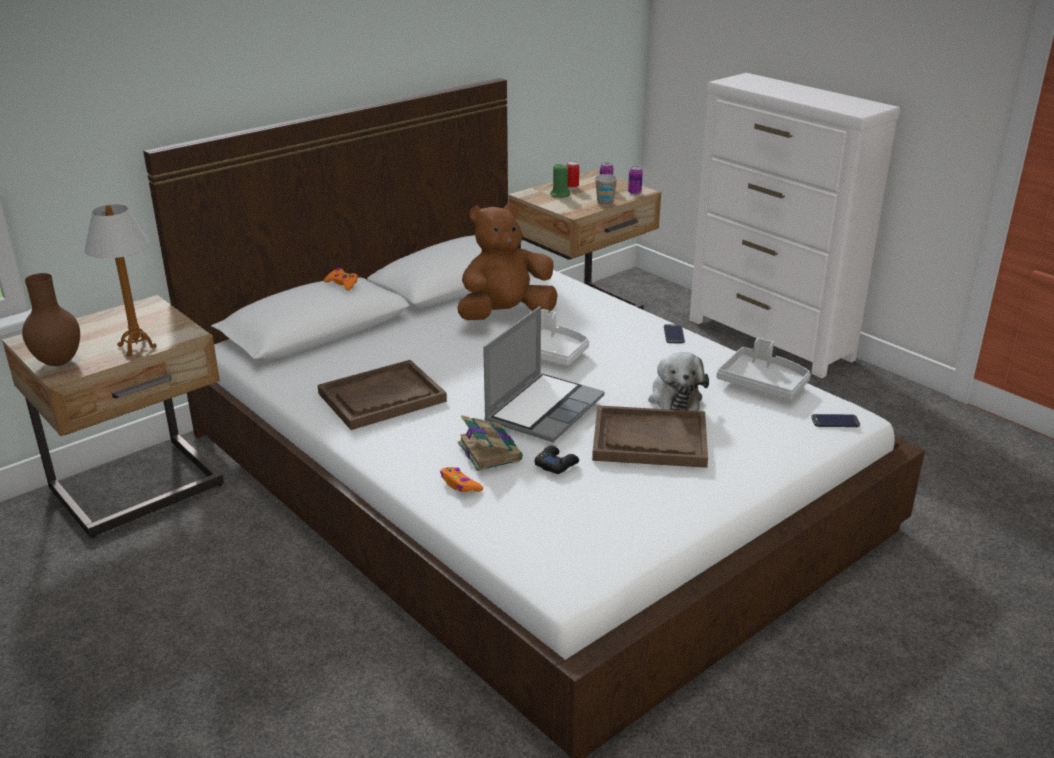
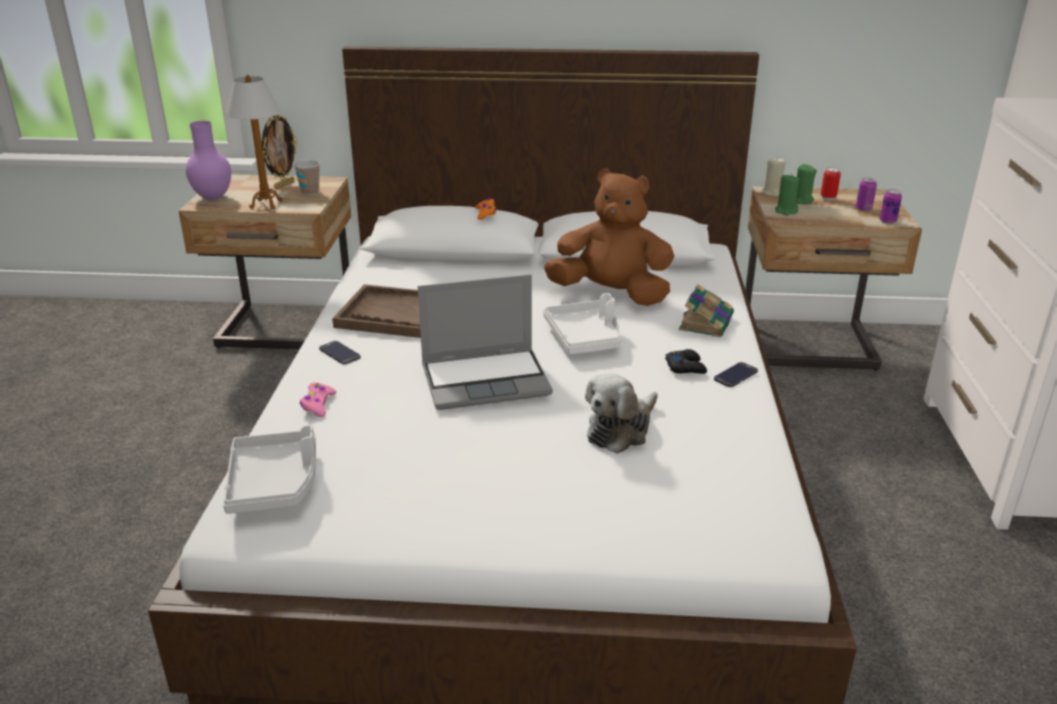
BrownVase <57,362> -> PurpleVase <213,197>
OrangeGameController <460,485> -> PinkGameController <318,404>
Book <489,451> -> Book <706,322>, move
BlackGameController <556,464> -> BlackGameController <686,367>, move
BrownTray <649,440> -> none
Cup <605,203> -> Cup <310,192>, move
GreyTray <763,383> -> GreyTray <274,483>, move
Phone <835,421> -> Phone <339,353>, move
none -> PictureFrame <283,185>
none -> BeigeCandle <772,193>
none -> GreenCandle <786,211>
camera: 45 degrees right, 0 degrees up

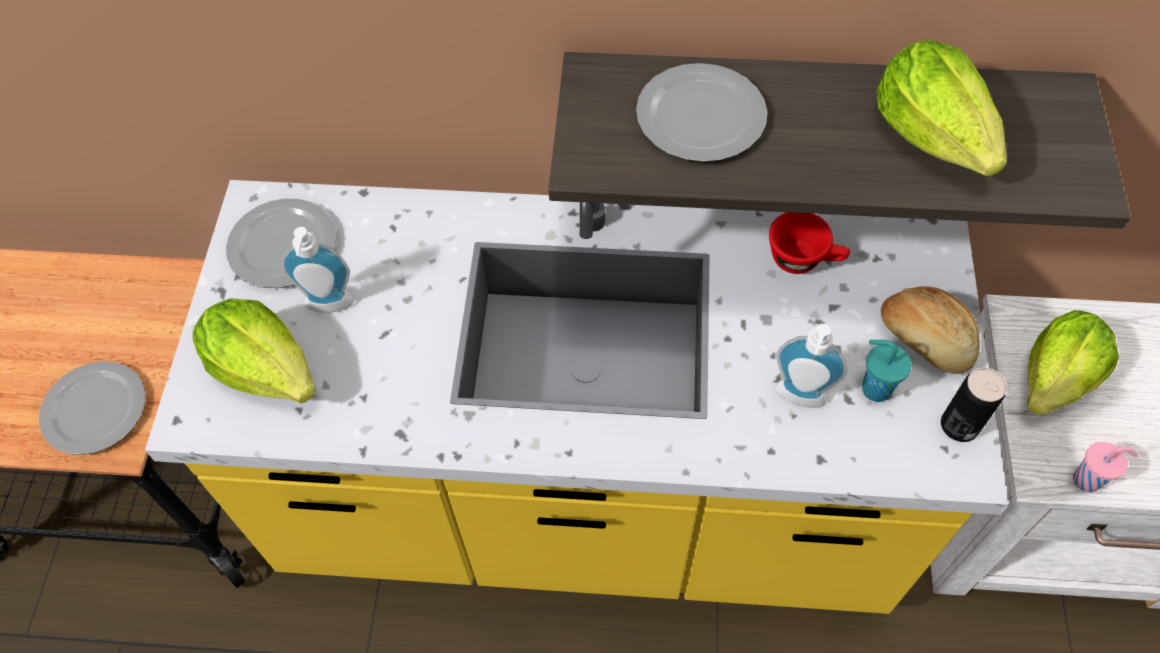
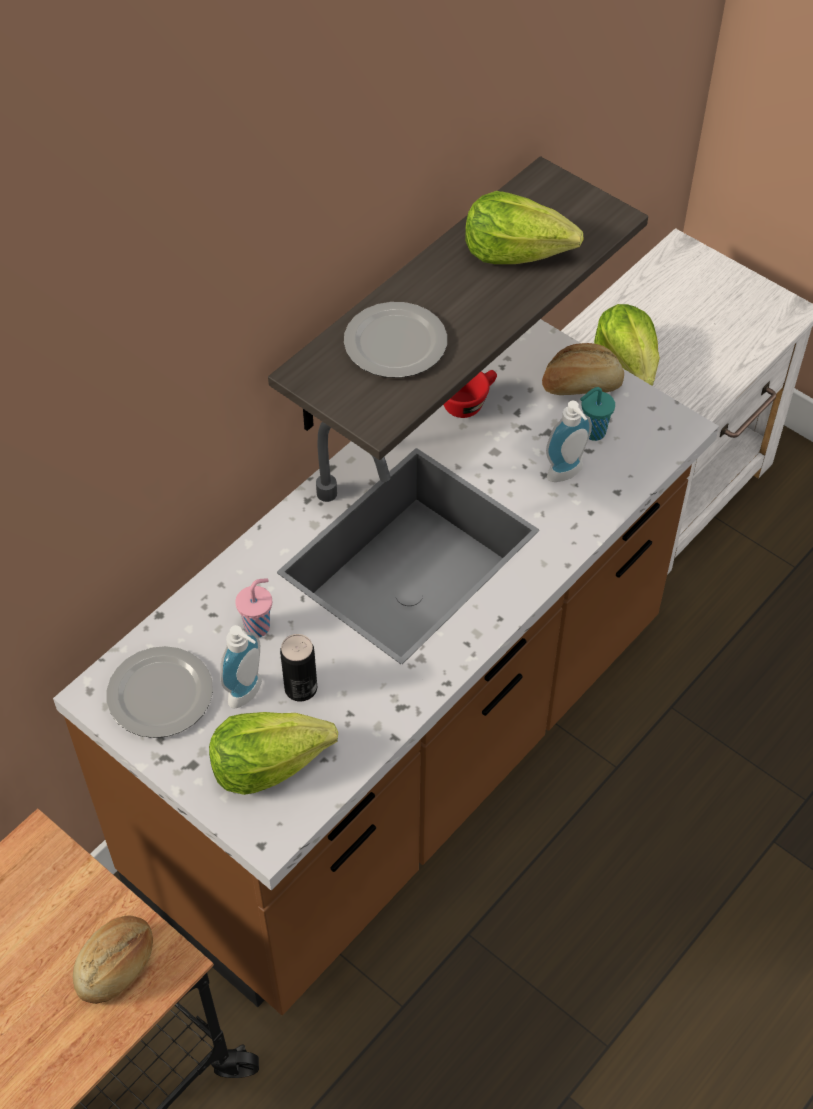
Plate <97,408> -> Bread <117,966>
YellowCounter <586,507> -> BrownCounter <406,760>
Can <959,425> -> Can <301,688>, move
PinkCup <1088,480> -> PinkCup <258,626>, move
camera: 55 degrees left, 5 degrees down

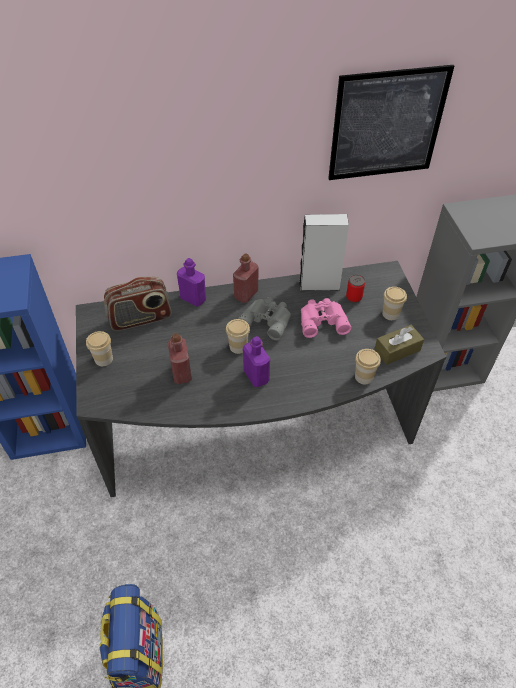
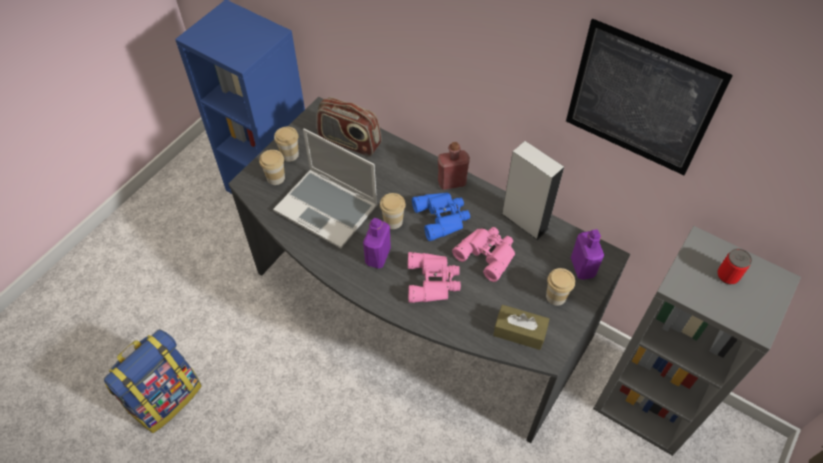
RedBottle <181,373> -> Laptop <328,209>
PurpleBottle <193,299> -> PurpleBottle <582,267>, move
GreyBinoculars <267,319> -> BlueBinoculars <442,217>
Can <354,297> -> Can <727,275>, move
Cup <364,377> -> Cup <276,178>, move
none -> PinkBinoculars <433,281>
camera: 45 degrees right, 5 degrees up

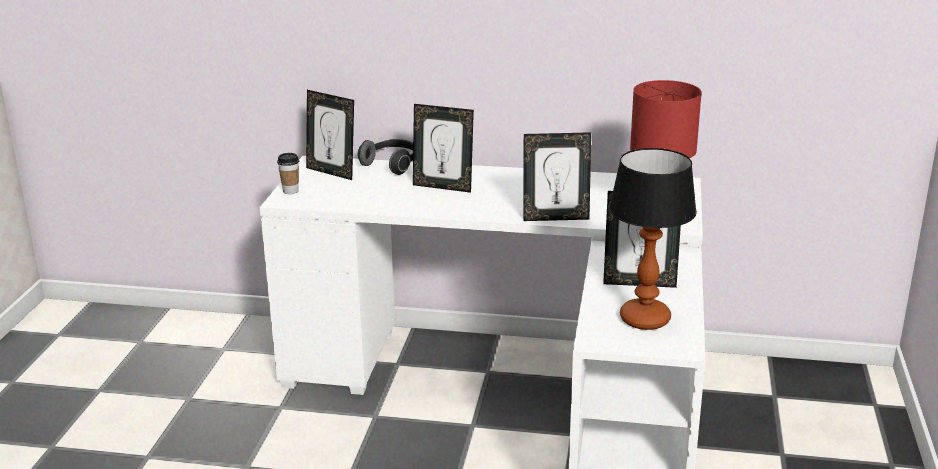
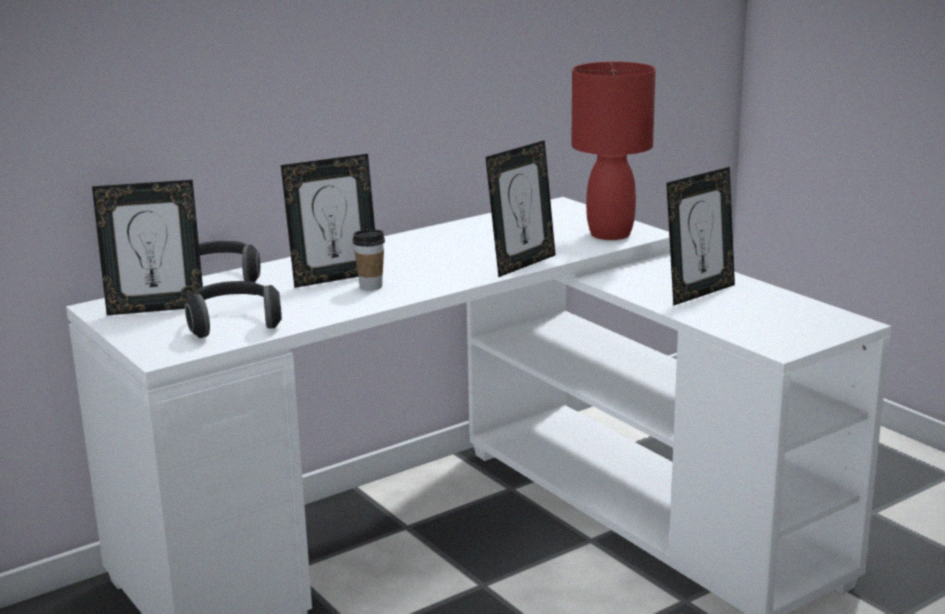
Cup <290,191> -> Cup <371,286>, move
TableLamp <644,318> -> none
none -> Headphones <233,324>
camera: 45 degrees left, 5 degrees down

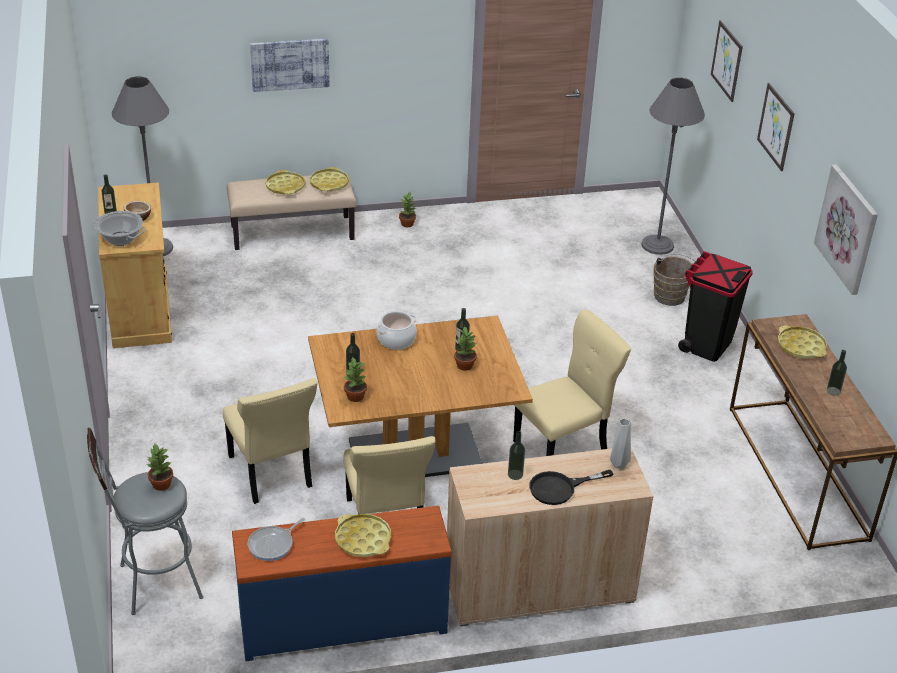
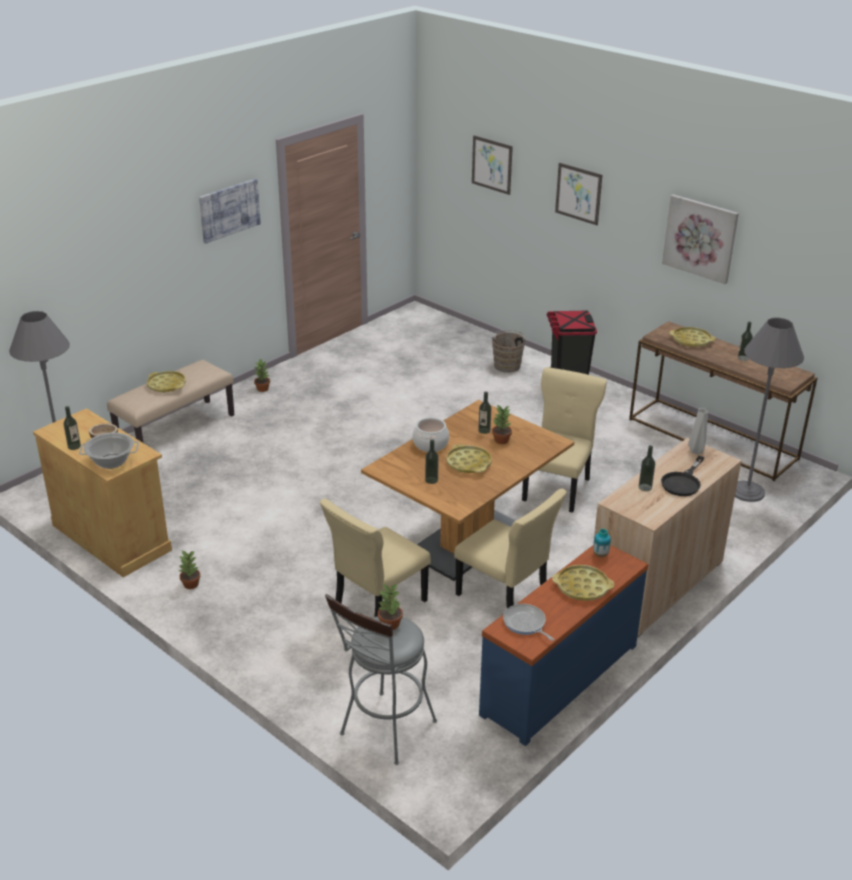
BeigeChair <271,474> -> BeigeChair <377,606>, 105 degrees clockwise
FryingPan <273,545> -> FryingPan <525,624>, 135 degrees clockwise
Picture <290,64> -> Picture <229,210>, move
YellowTray <329,183> -> YellowTray <468,463>, move
PottedPlant <355,397> -> PottedPlant <191,584>, move
GreyFloorLamp <657,245> -> GreyFloorLamp <747,492>, move
none -> Vase <600,554>
camera: 35 degrees left, 5 degrees down

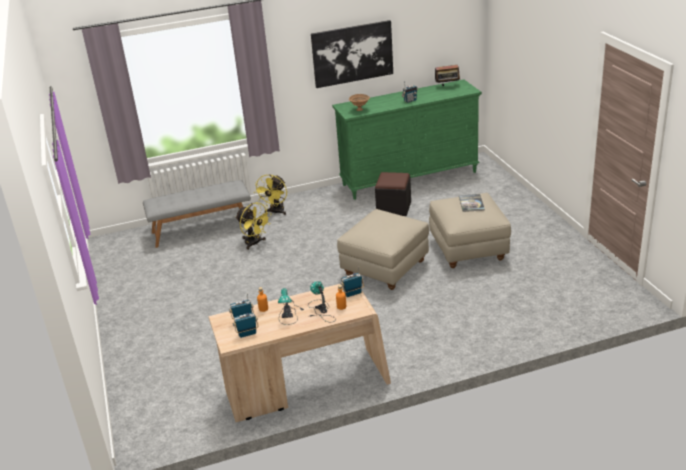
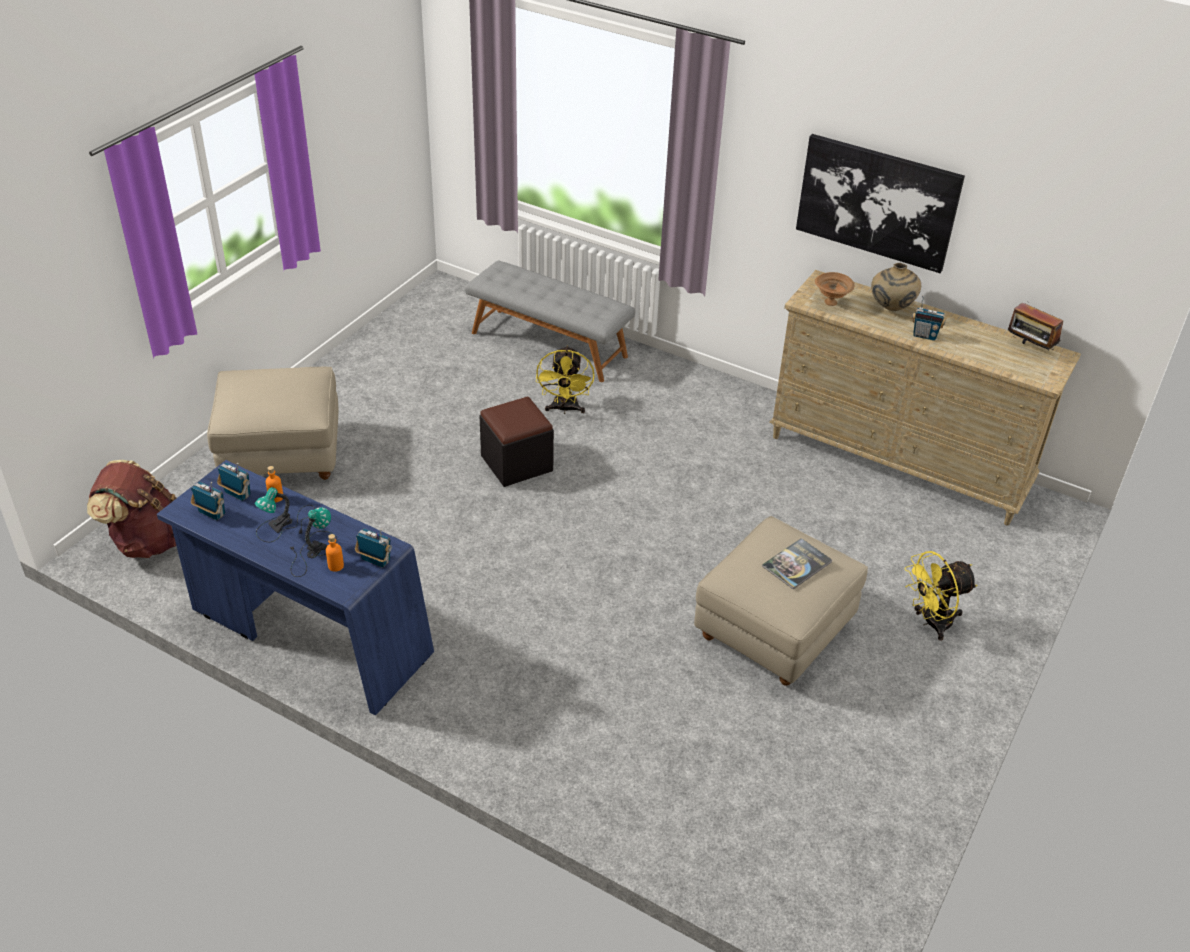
BeigeDesk <306,387> -> BlueDesk <307,634>
YellowFan <276,212> -> YellowFan <931,623>, move
GreenDresser <410,178> -> BeigeDresser <899,463>
BeigeOttoman <385,269> -> BeigeOttoman <281,455>, move
BlackOttoman <394,208> -> BlackOttoman <516,463>, move
none -> BrownBackpack <147,540>
none -> BeigeVase <890,309>
camera: 45 degrees right, 10 degrees up

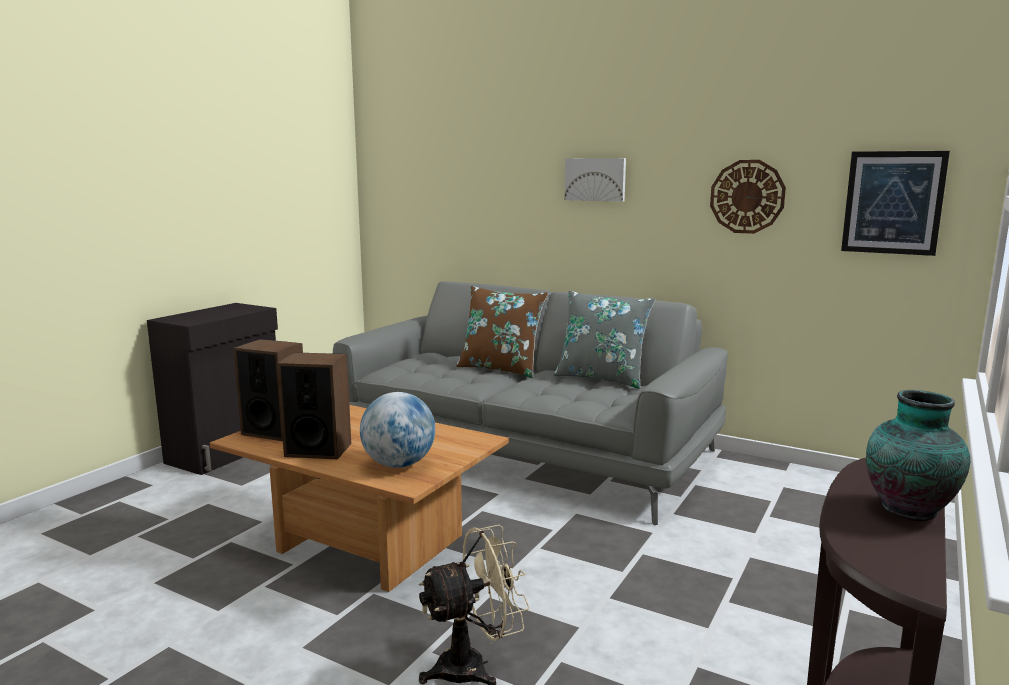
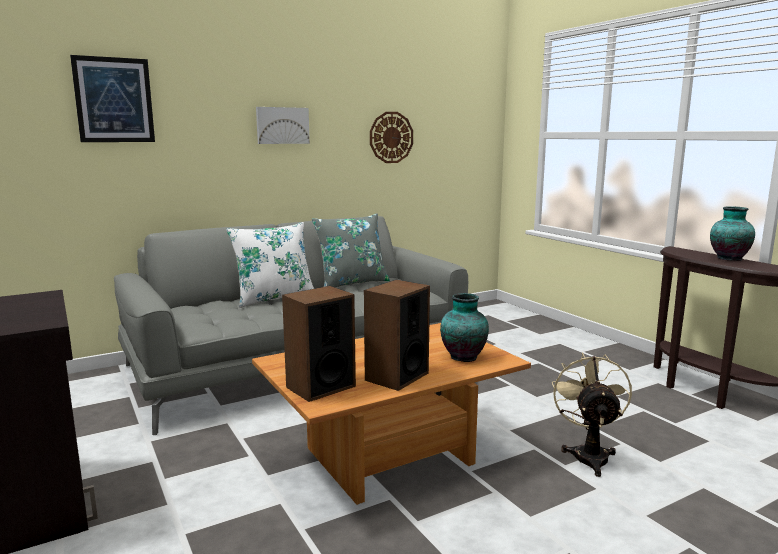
Globe <399,464> -> Vase <463,357>
BrownPillow <501,369> -> WhitePillow <274,298>
Picture <893,202> -> Picture <114,100>, move
camera: 60 degrees left, 0 degrees up

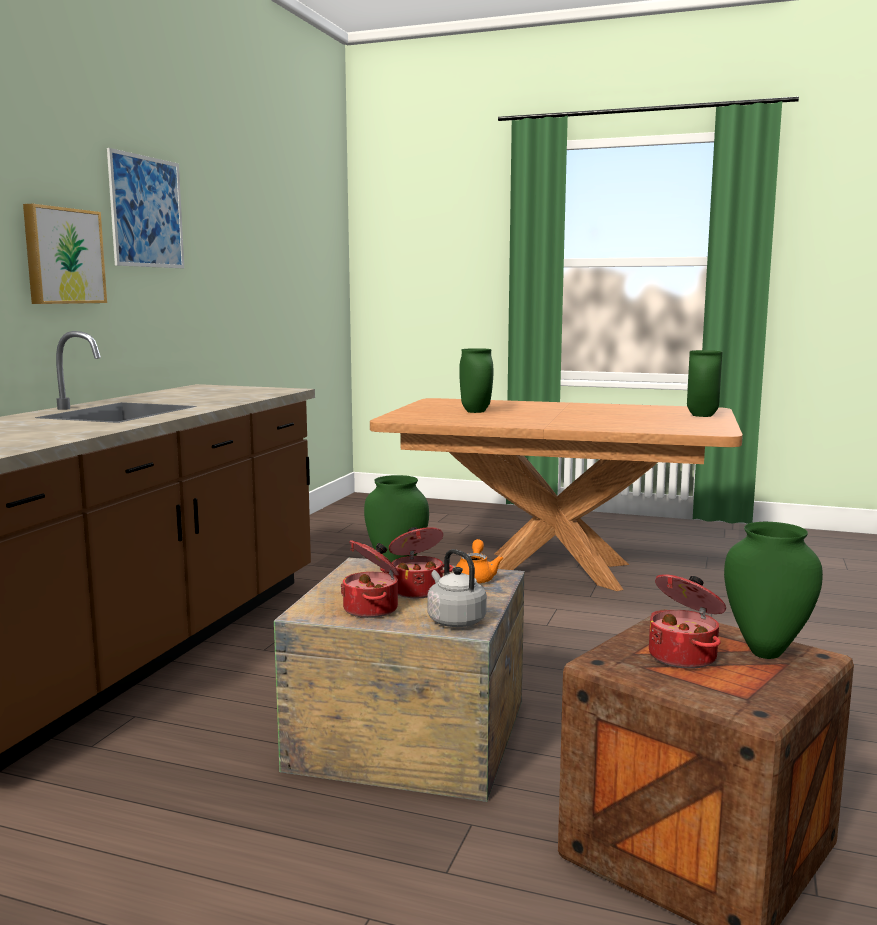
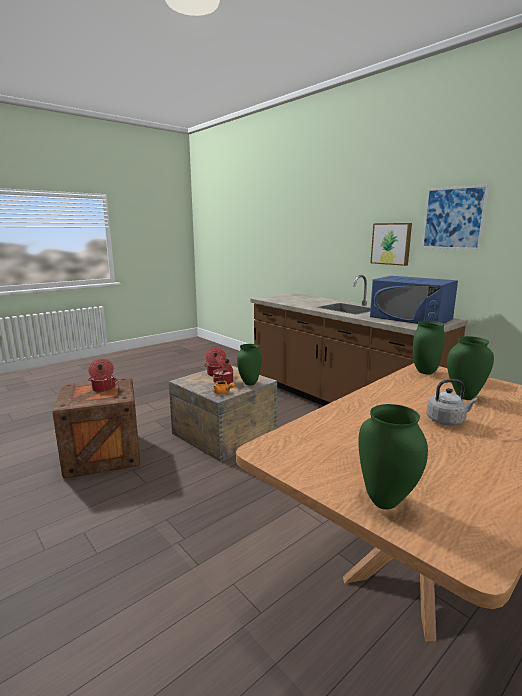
GreyKettle <454,620> -> GreyKettle <447,421>, move
GreenVase <766,651> -> GreenVase <425,372>, move
none -> BlueMicrowave <411,318>
camera: 120 degrees right, 5 degrees up

